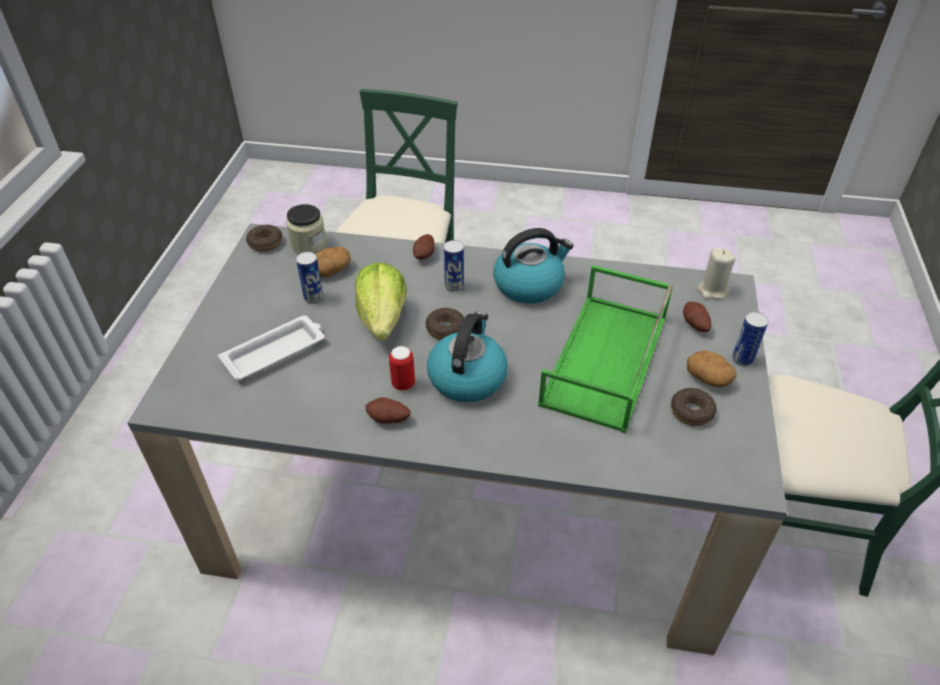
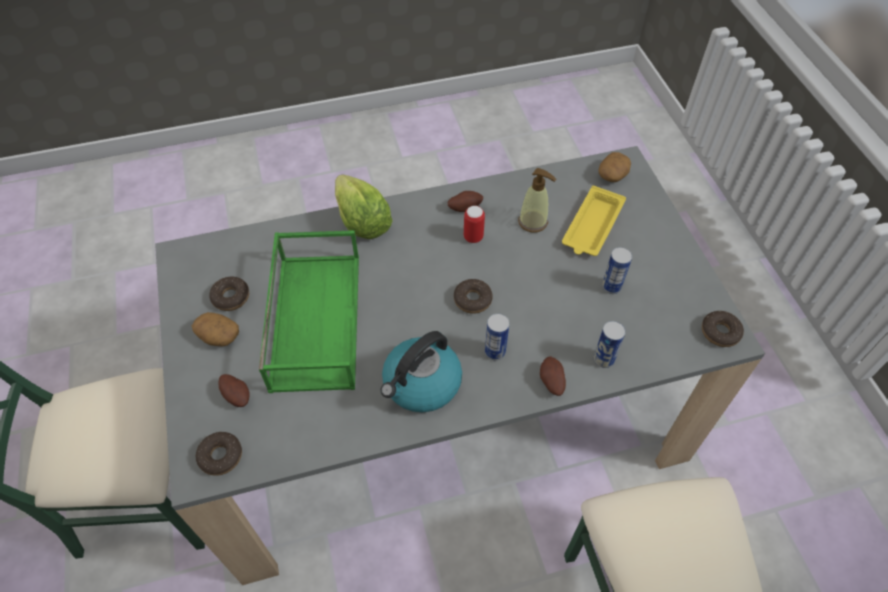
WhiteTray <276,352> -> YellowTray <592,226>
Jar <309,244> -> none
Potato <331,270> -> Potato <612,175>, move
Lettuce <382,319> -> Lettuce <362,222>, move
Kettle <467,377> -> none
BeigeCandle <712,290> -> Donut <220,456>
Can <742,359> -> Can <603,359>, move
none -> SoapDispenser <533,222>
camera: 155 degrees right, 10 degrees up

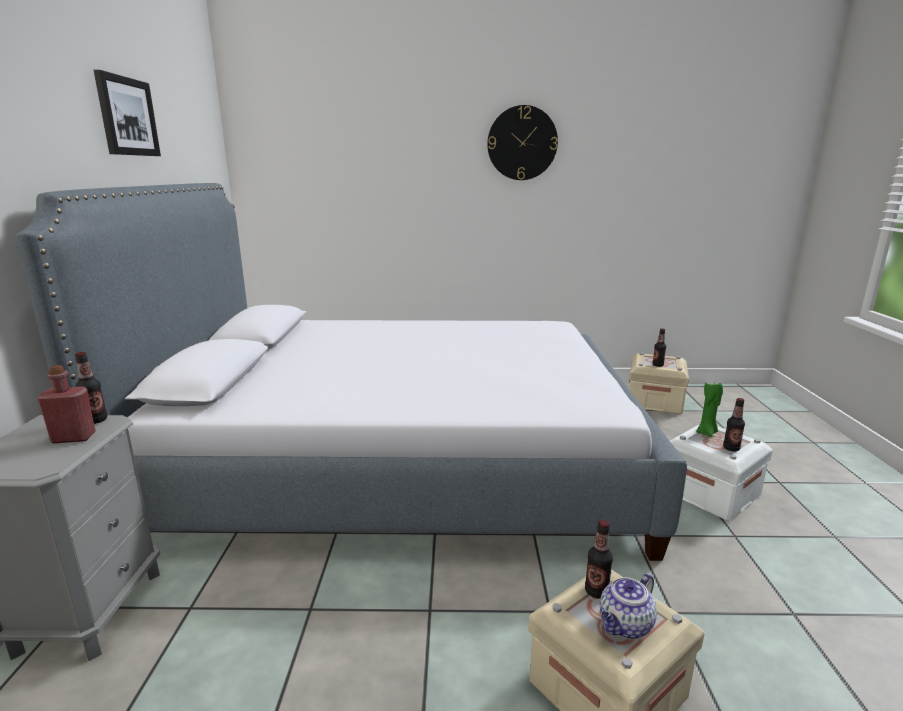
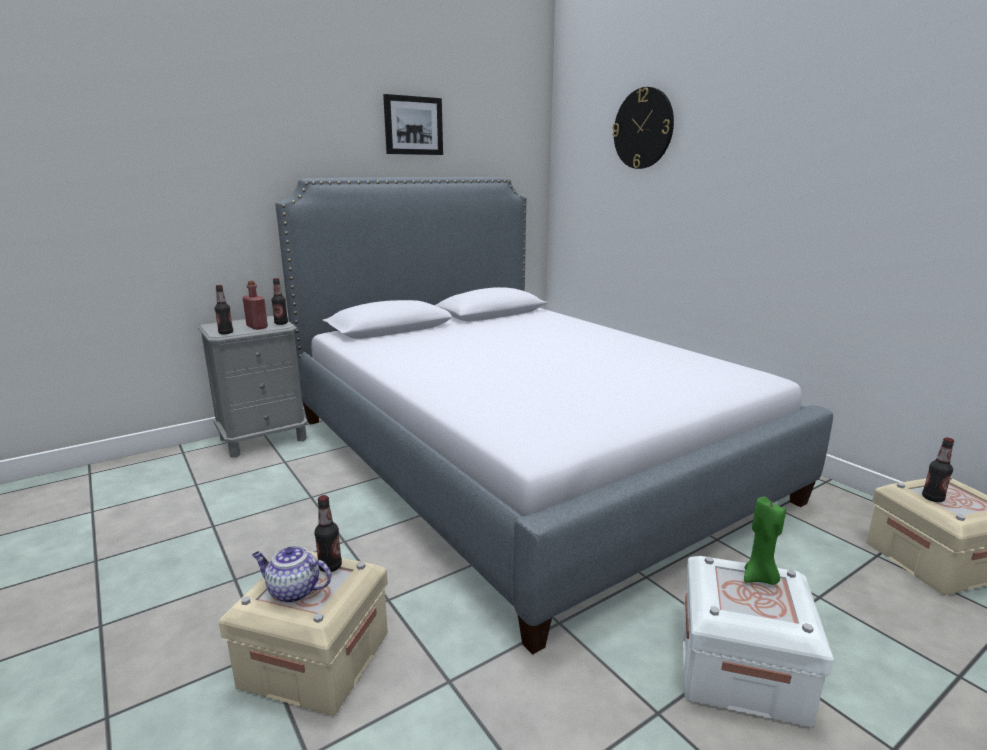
WallClock <522,143> -> WallClock <643,128>, move
Bottle <731,448> -> Bottle <226,333>, move
camera: 55 degrees right, 0 degrees up

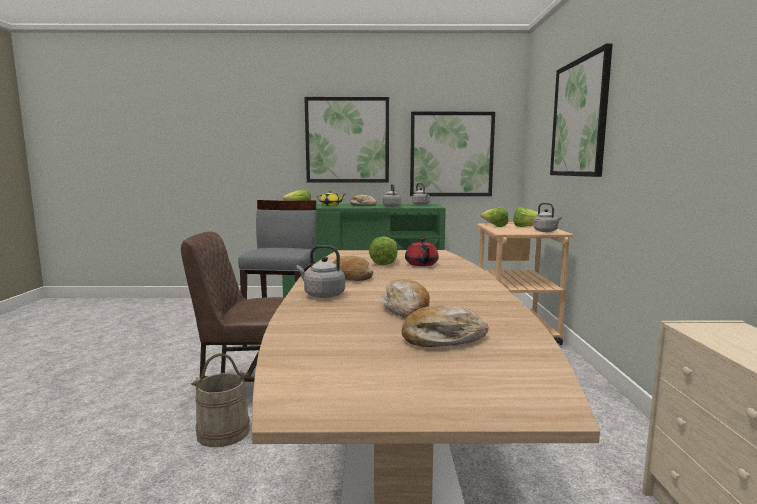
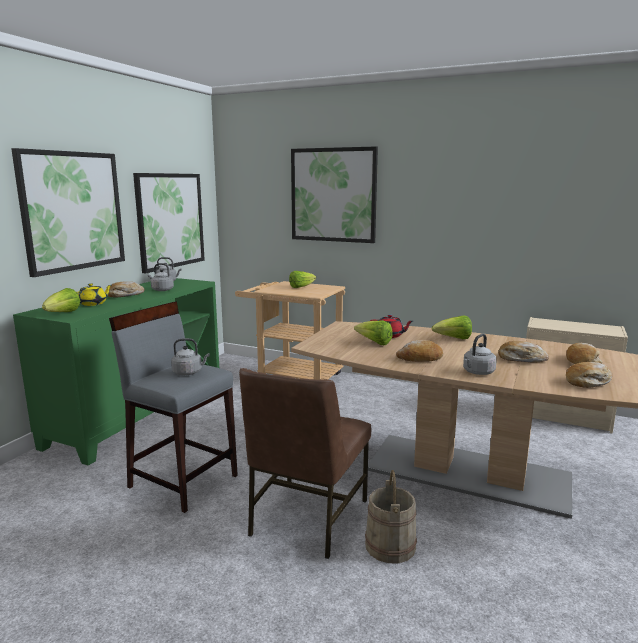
Lettuce <494,226> -> Lettuce <453,339>, move
GreyKettle <546,231> -> GreyKettle <189,372>, move
none -> Bread <588,382>
camera: 65 degrees left, 5 degrees up

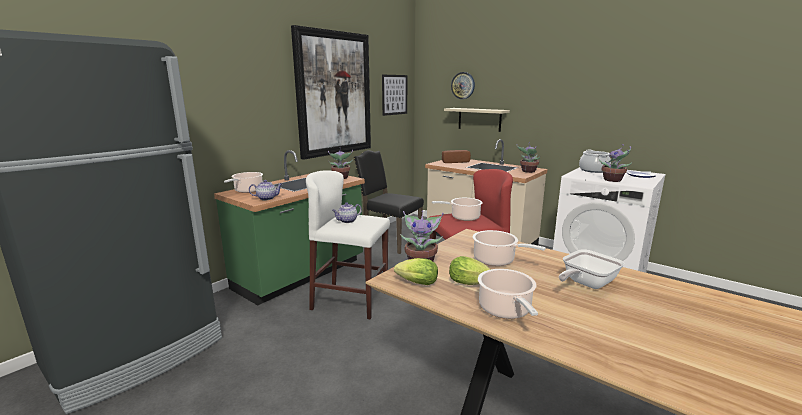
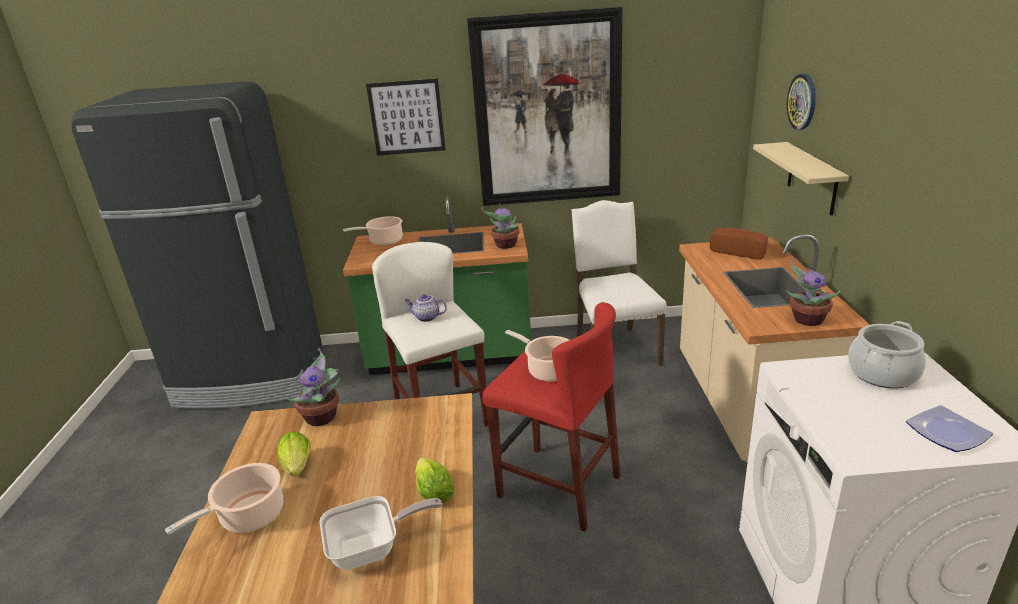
Teapot <267,198> -> none
BlackChair <389,241> -> WhiteChair <614,349>
Picture <394,95> -> Picture <406,117>, move
Lettuce <415,283> -> Lettuce <433,491>, move
CookingPot <496,260> -> none
FryingPan <586,284> -> FryingPan <372,549>, 150 degrees clockwise
PottedPlant <613,180> -> none
camera: 50 degrees right, 10 degrees up

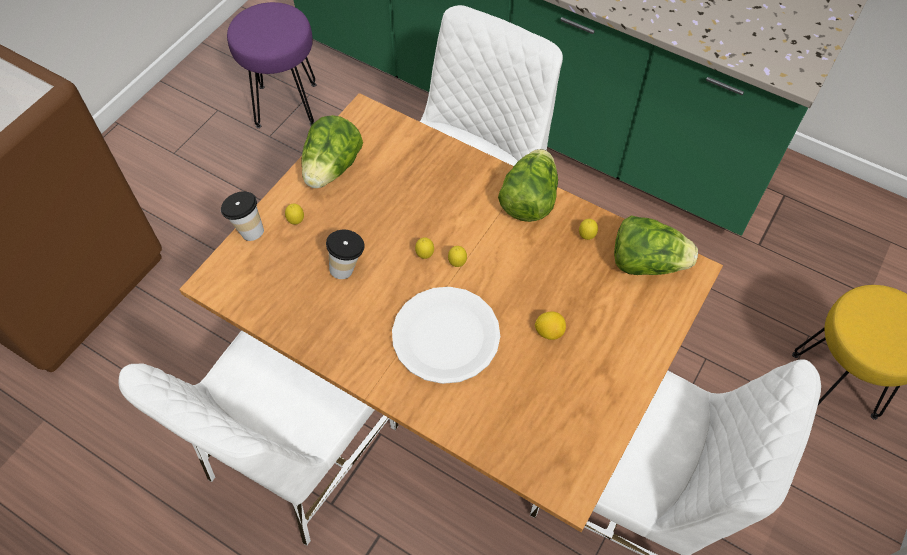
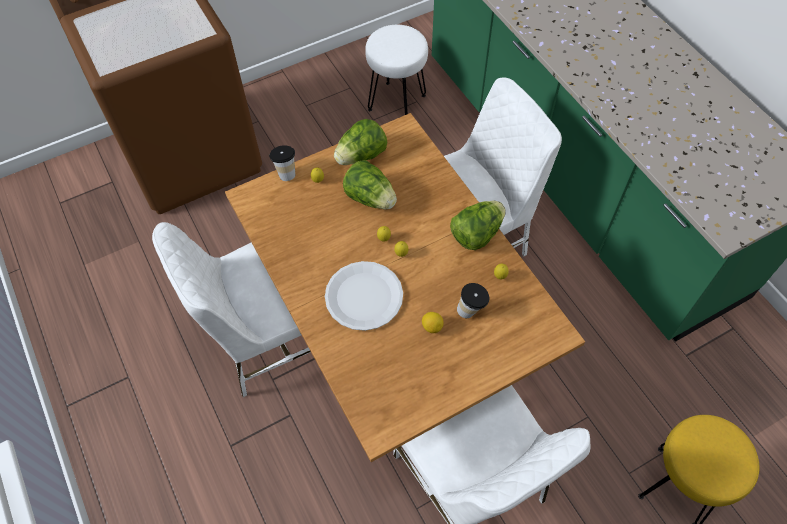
PurpleStool <285,105> -> WhiteStool <396,103>
Cup <348,268> -> Cup <471,311>, move
Lettuce <646,262> -> Lettuce <370,198>, move
camera: 30 degrees right, 0 degrees up

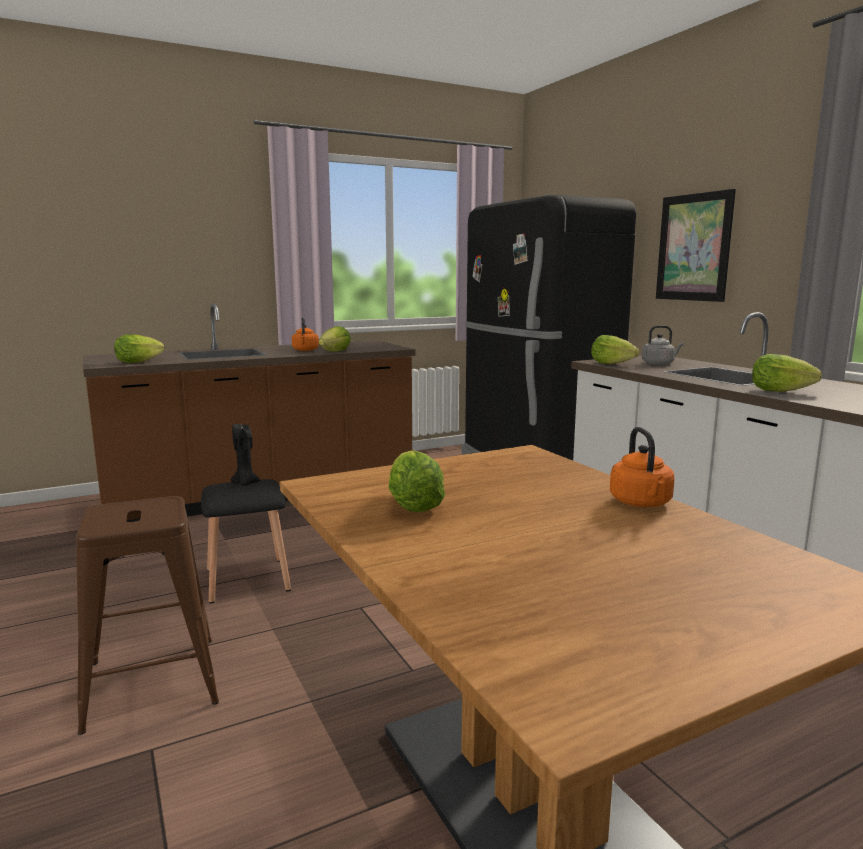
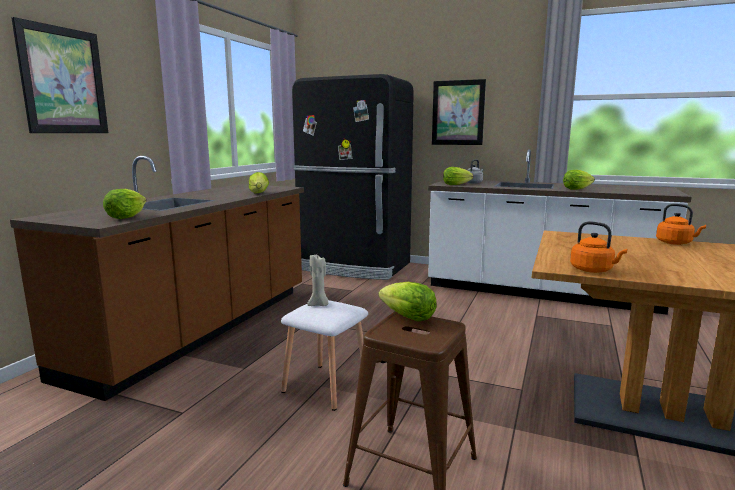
BlackStool <249,579> -> WhiteStool <326,385>
BlackCandle <245,483> -> BeigeCandle <319,305>
OrangeKettle <305,350> -> OrangeKettle <593,270>, move
Lettuce <413,505> -> Lettuce <408,318>, move
none -> Picture <63,81>
camera: 40 degrees left, 0 degrees up

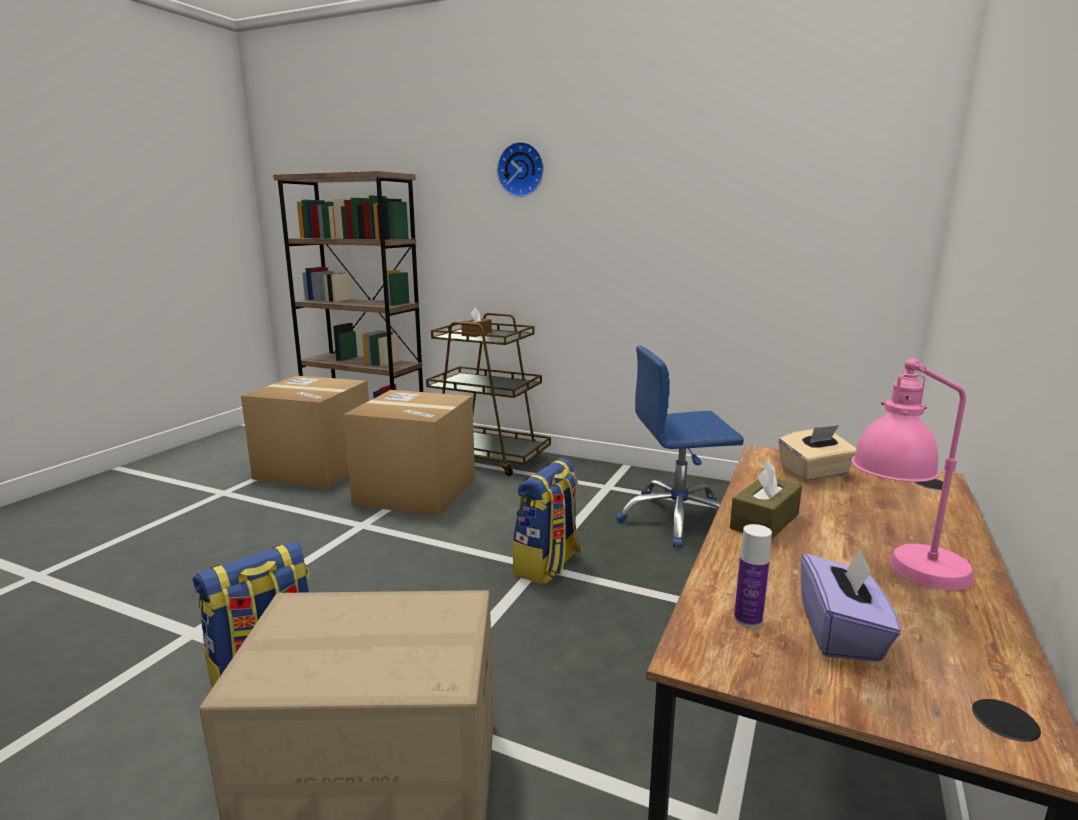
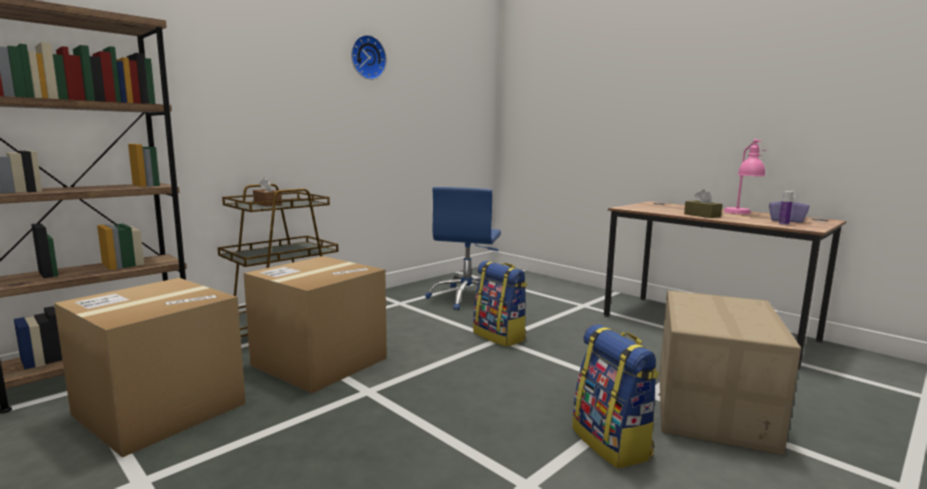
WallClock <522,169> -> WallClock <367,57>, move
BeigeTissueBox <815,473> -> none
camera: 70 degrees left, 5 degrees down

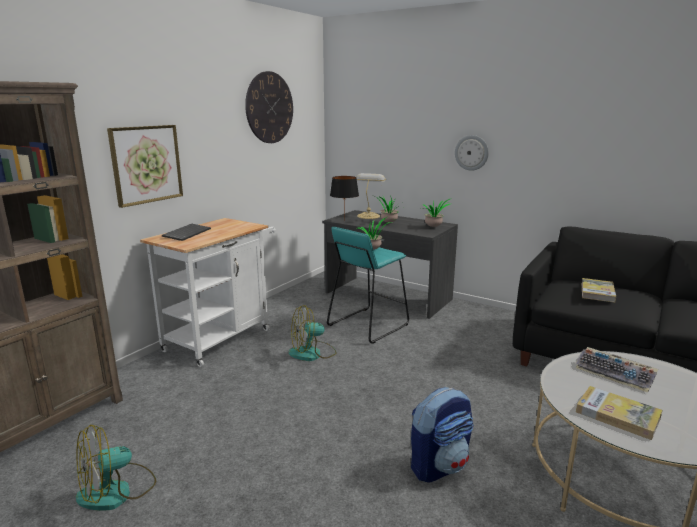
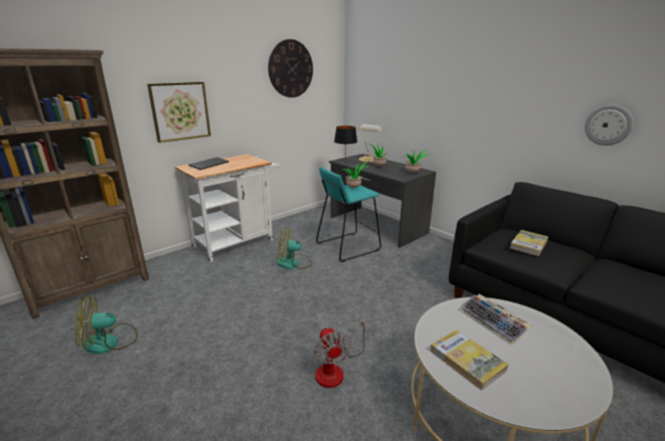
Backpack <439,465> -> Fan <335,369>
WallClock <471,152> -> WallClock <608,125>, move
camera: 15 degrees right, 5 degrees up

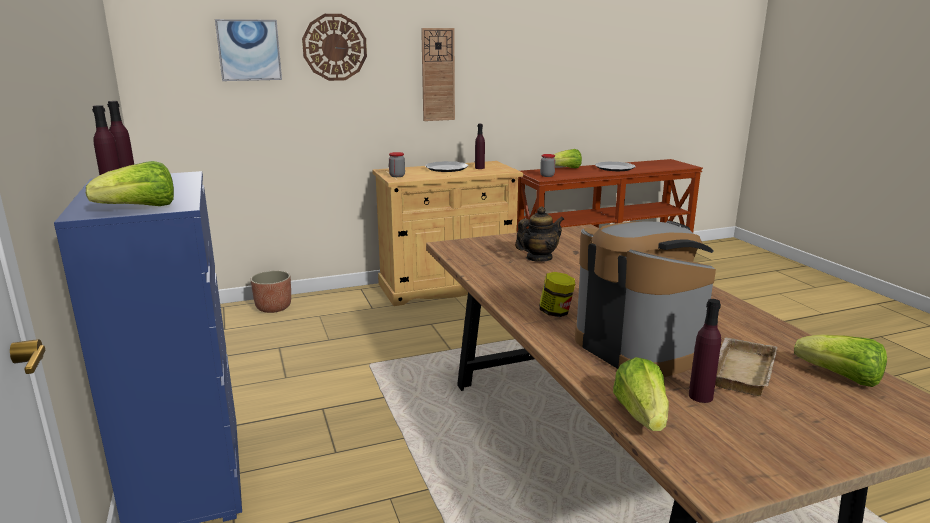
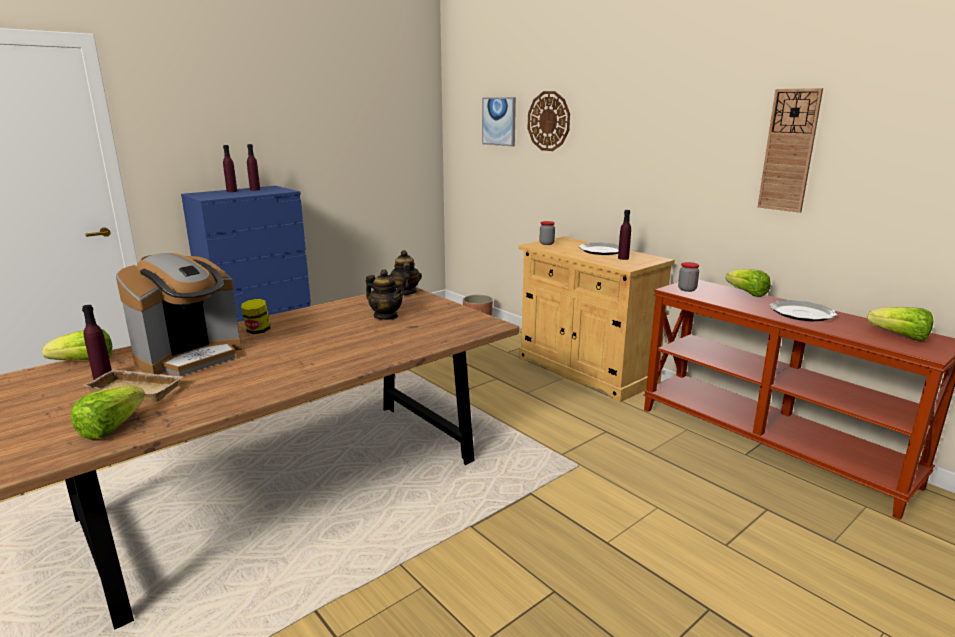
Lettuce <140,208> -> Lettuce <900,336>, move
WallClock <438,75> -> WallClock <789,151>, move
none -> Teapot <405,292>
camera: 70 degrees right, 0 degrees up

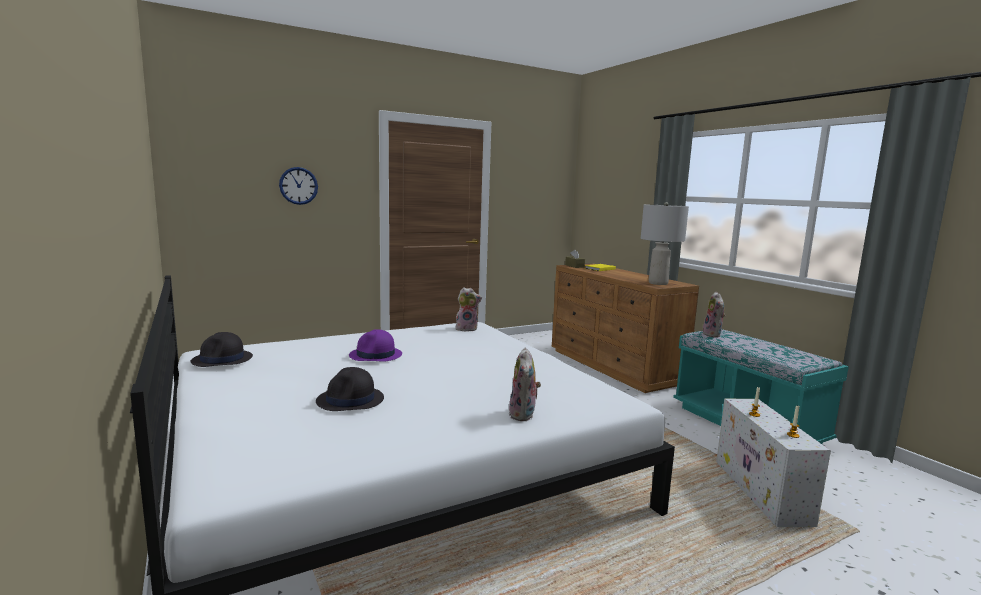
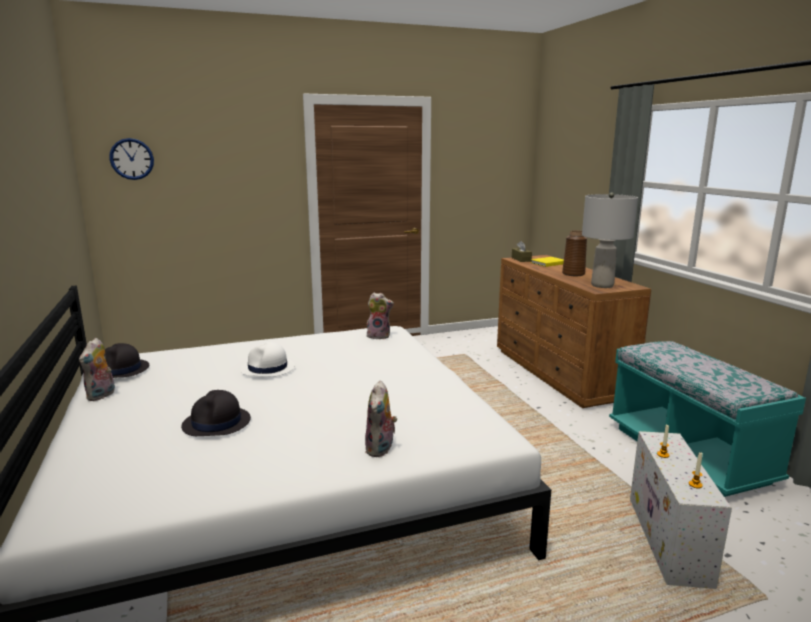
WallClock <298,186> -> WallClock <132,159>, move
PurpleHat <376,355> -> WhiteHat <268,369>
PlushToy <713,335> -> PlushToy <102,396>, move
none -> BrownVase <573,274>
camera: 10 degrees right, 5 degrees up

